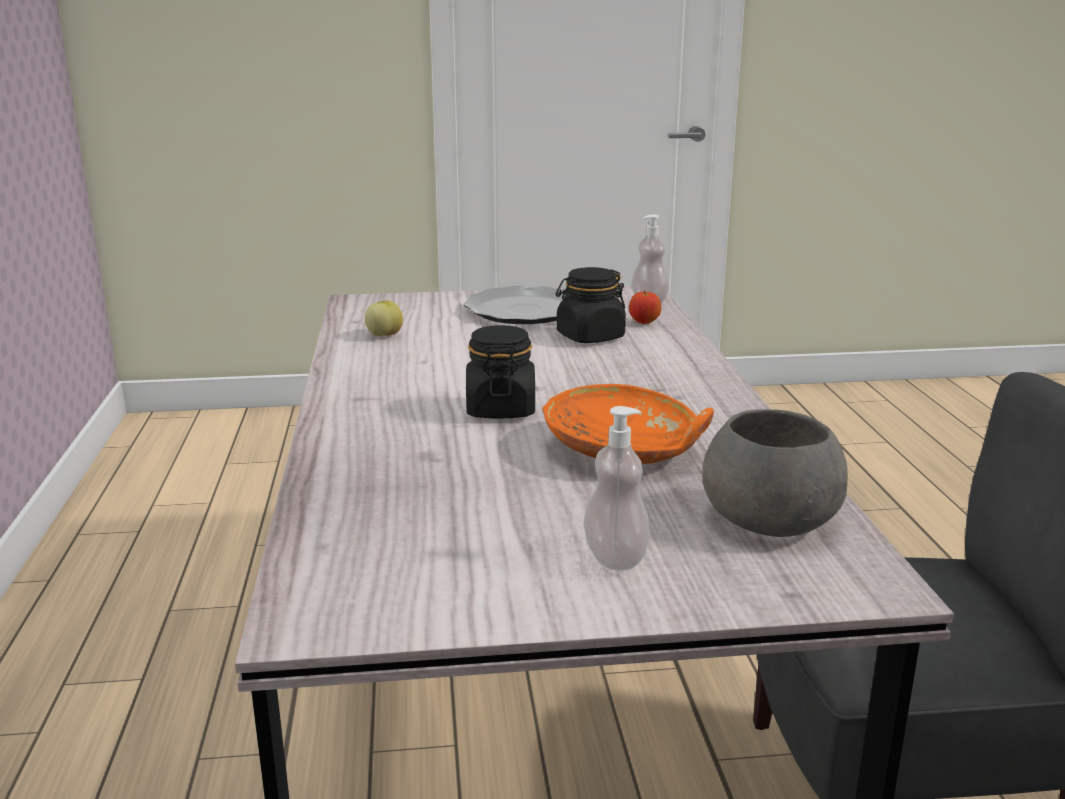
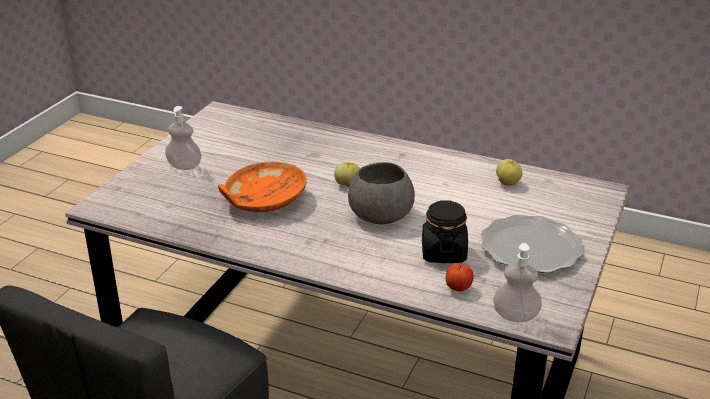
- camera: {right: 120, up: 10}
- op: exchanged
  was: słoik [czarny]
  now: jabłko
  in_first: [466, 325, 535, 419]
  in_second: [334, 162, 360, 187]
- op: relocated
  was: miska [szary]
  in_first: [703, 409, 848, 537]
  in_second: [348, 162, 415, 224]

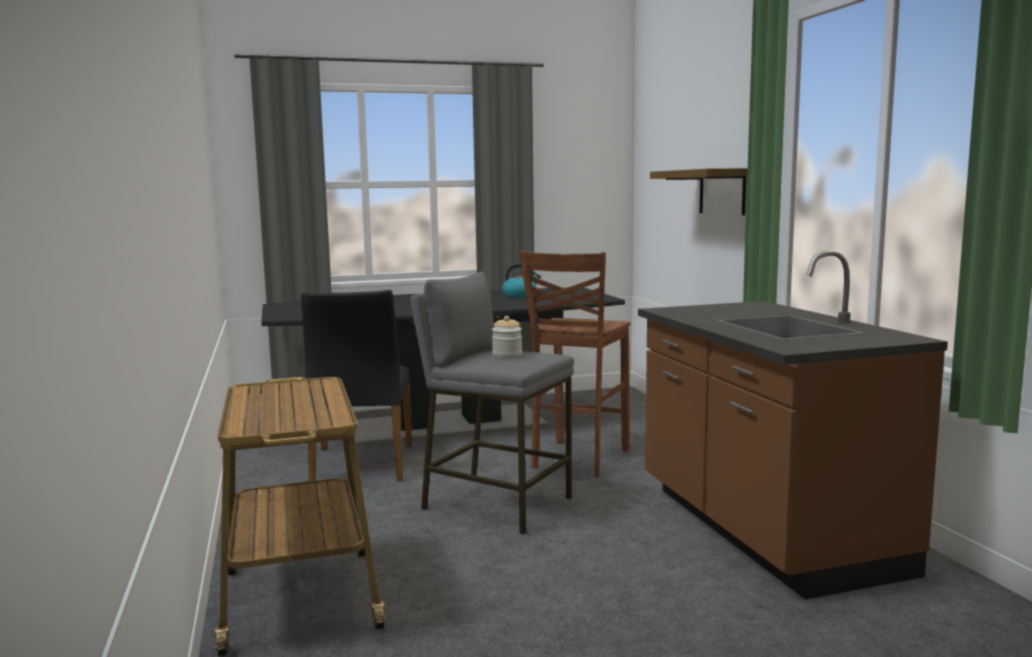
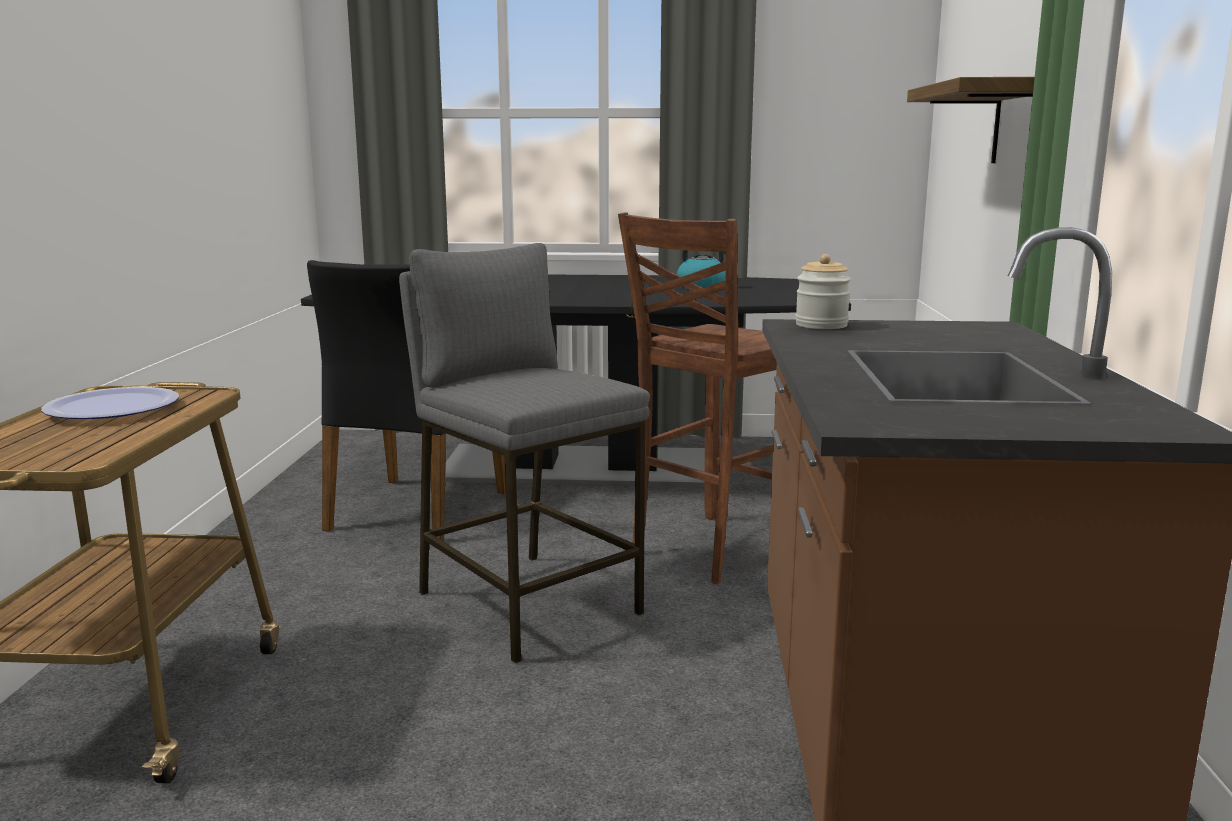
- camera: {right: 20, up: 5}
- op: relocated
  was: słoik
  in_first: [492, 316, 522, 358]
  in_second: [795, 254, 851, 329]
- op: appeared
  now: talerz
  in_second: [41, 387, 179, 419]

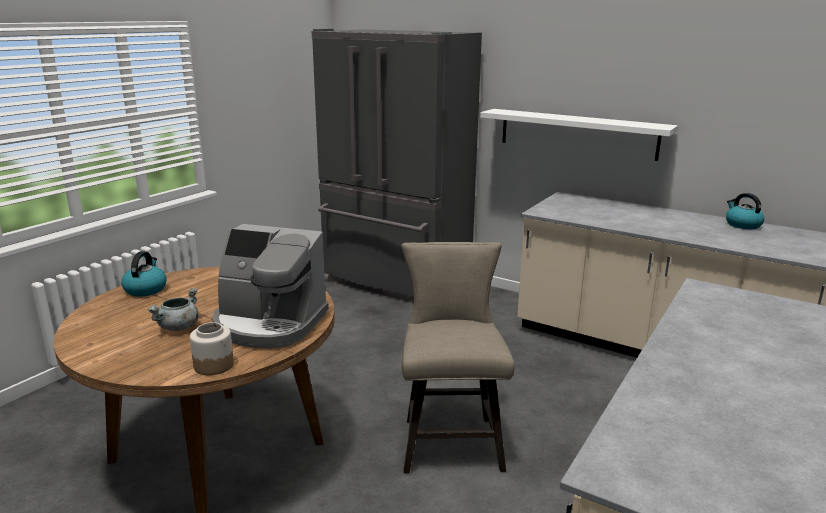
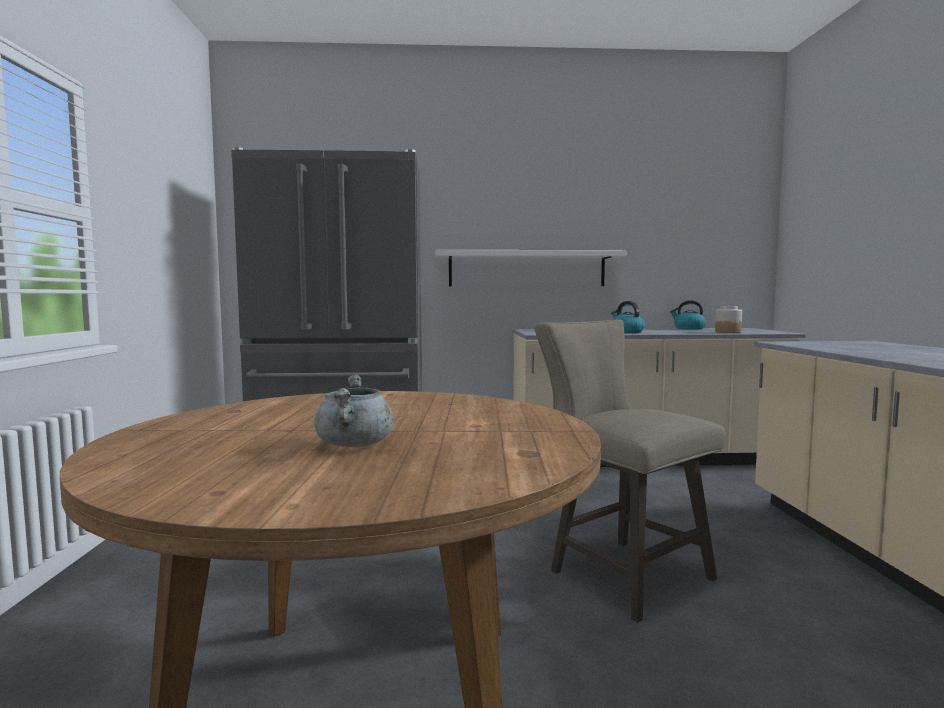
- camera: {right: -35, up: -15}
- op: relocated
  was: czajnik
  in_first: [121, 251, 167, 297]
  in_second: [611, 301, 645, 333]
- op: relocated
  was: słoik
  in_first: [190, 322, 234, 375]
  in_second: [715, 306, 742, 333]
- op: missing
  was: ekspres do kawy
  in_first: [212, 224, 329, 349]

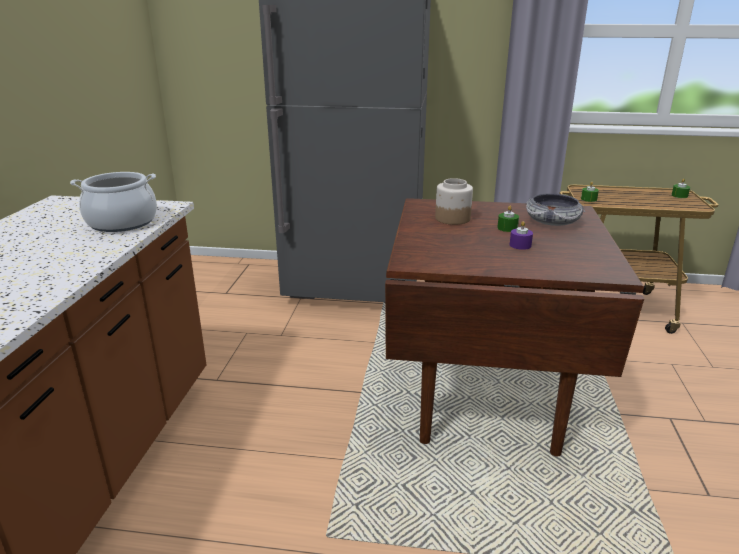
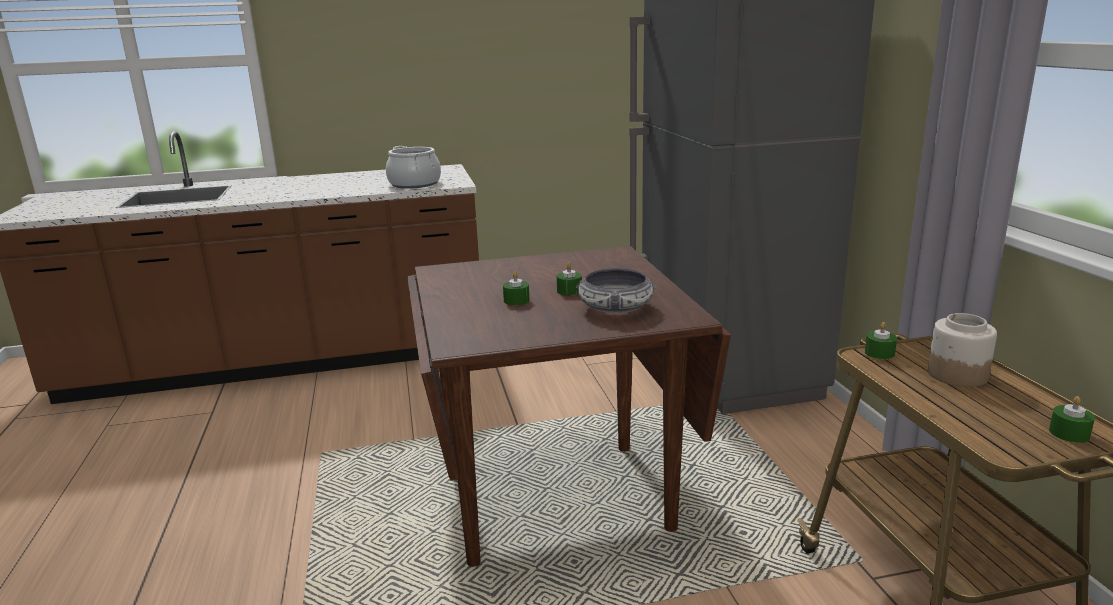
- camera: {right: 70, up: -5}
- op: relocated
  was: słoik
  in_first: [435, 178, 473, 225]
  in_second: [928, 313, 997, 387]
- op: colour
  was: świeca [fioletowy]
  now: świeca [zielony]
  in_first: [510, 221, 533, 250]
  in_second: [503, 271, 530, 305]

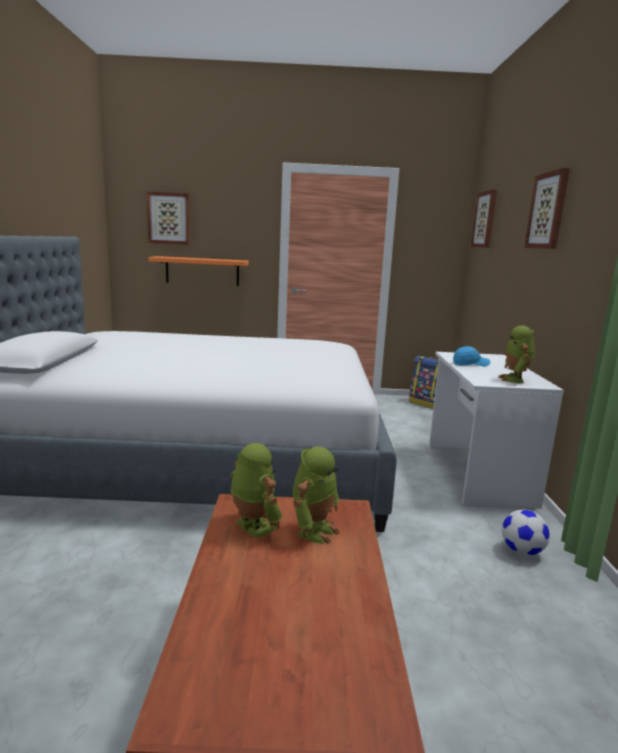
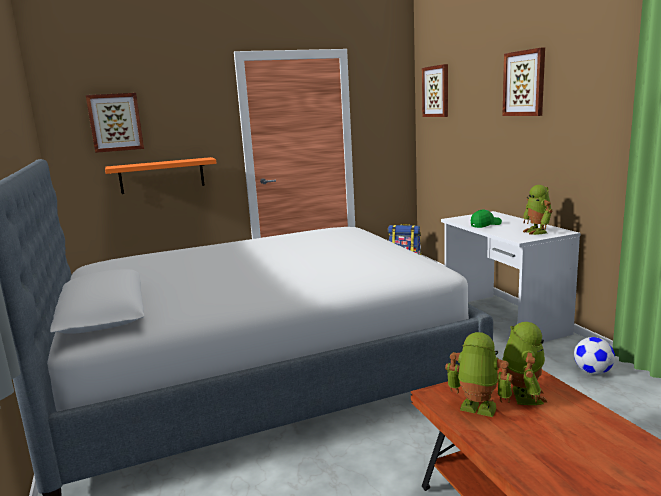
- camera: {right: -20, up: 0}
- op: colour
  was: czapka z daszkiem [niebieski]
  now: czapka z daszkiem [zielony]
  in_first: [453, 346, 490, 367]
  in_second: [471, 210, 502, 228]

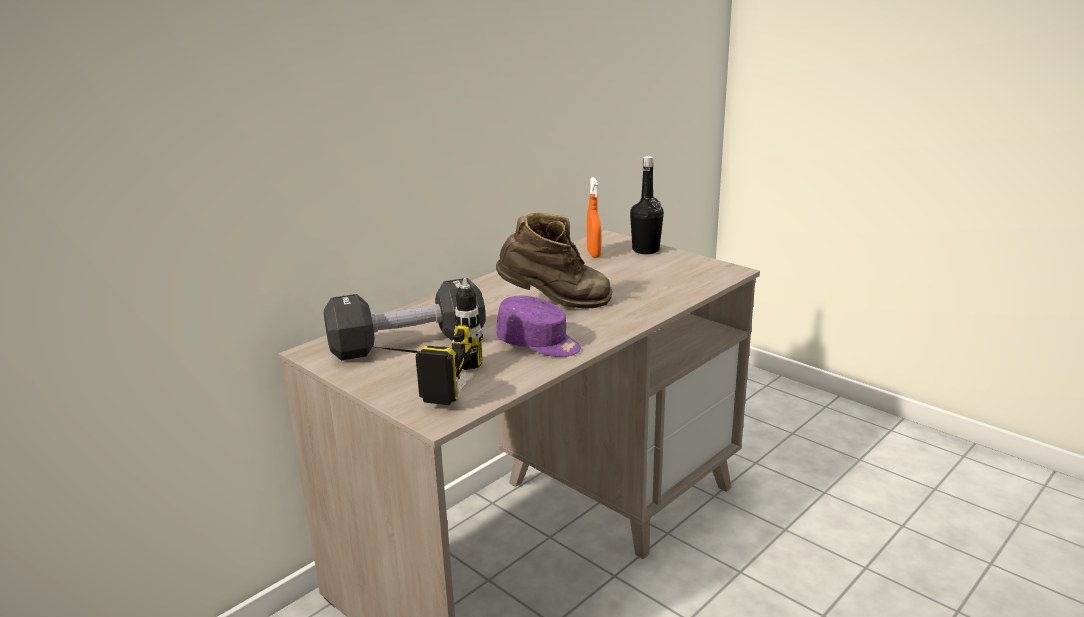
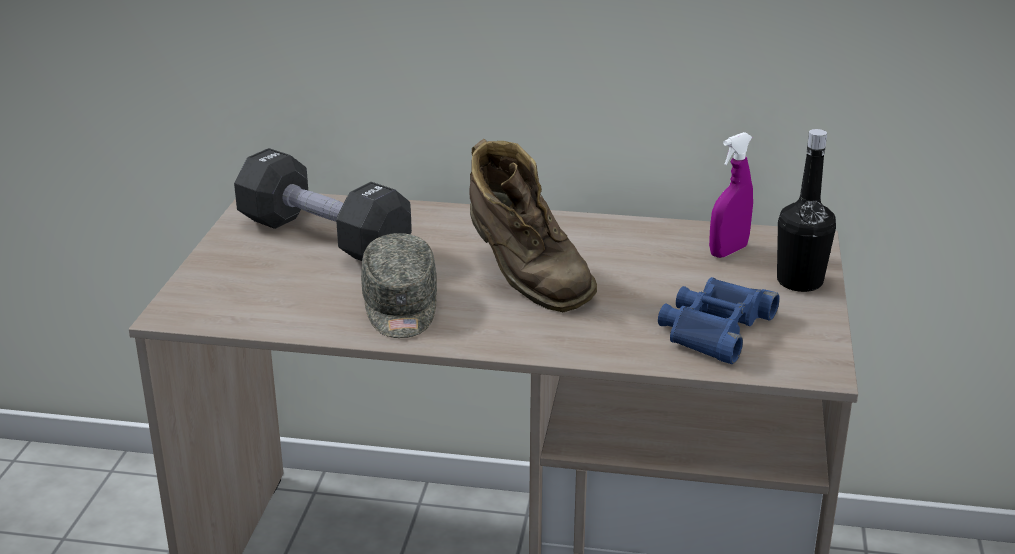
- camera: {right: 55, up: 5}
- op: missing
  was: wiertarka
  in_first: [369, 278, 483, 405]
- op: colour
  was: czapka z daszkiem [fioletowy]
  now: czapka z daszkiem [szary]
  in_first: [497, 295, 581, 357]
  in_second: [361, 233, 437, 338]
- op: colour
  was: spryskiwacz [pomarańczowy]
  now: spryskiwacz [fioletowy]
  in_first: [587, 177, 601, 258]
  in_second: [709, 132, 753, 258]
- op: appeared
  now: lornetka [niebieski]
  in_second: [658, 277, 780, 364]

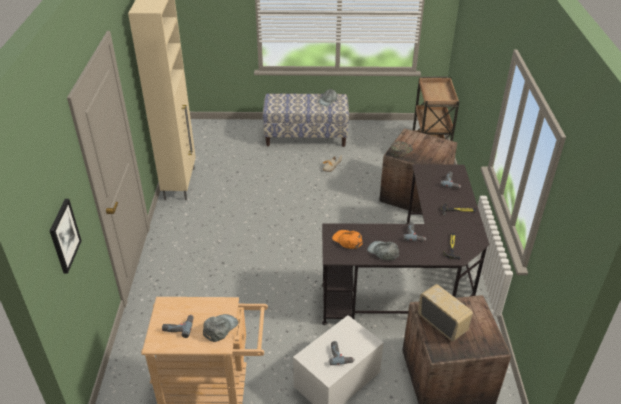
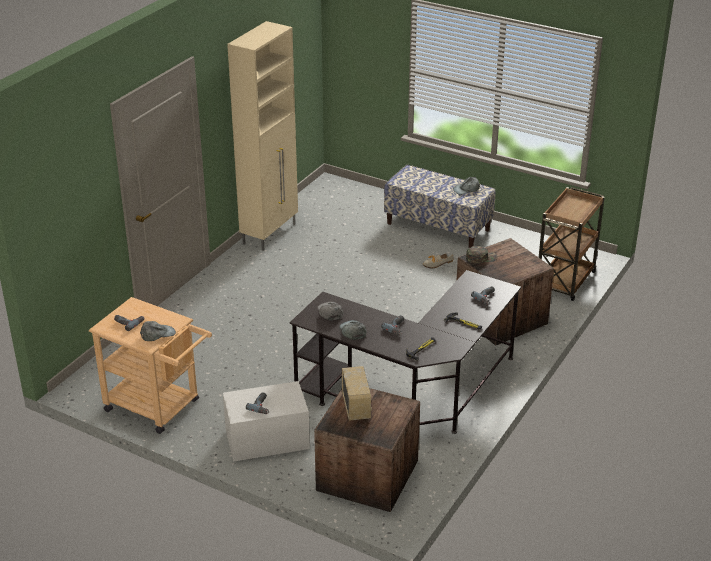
- camera: {right: 30, up: -5}
- op: missing
  was: obraz
  in_first: [50, 199, 82, 273]
- op: colour
  was: czapka z daszkiem [pomarańczowy]
  now: czapka z daszkiem [szary]
  in_first: [332, 230, 362, 249]
  in_second: [317, 302, 343, 320]

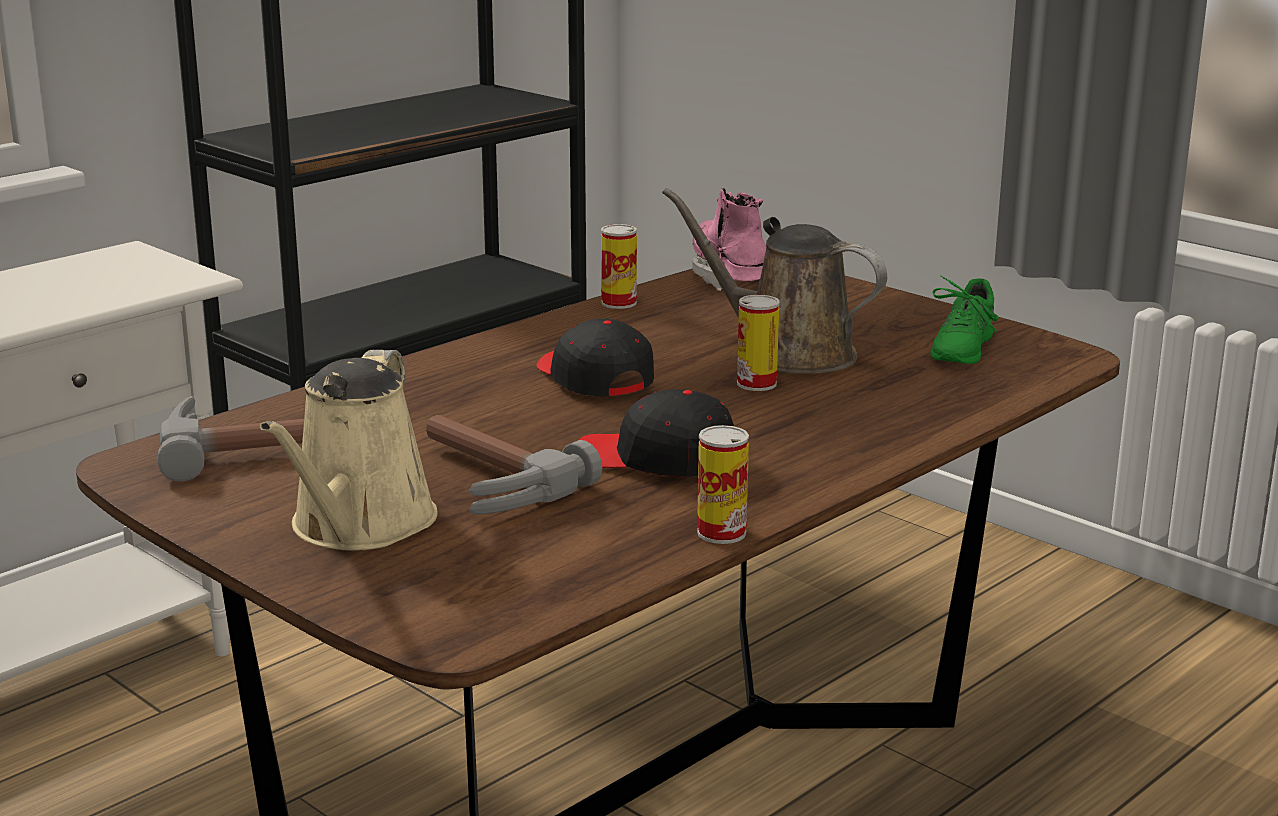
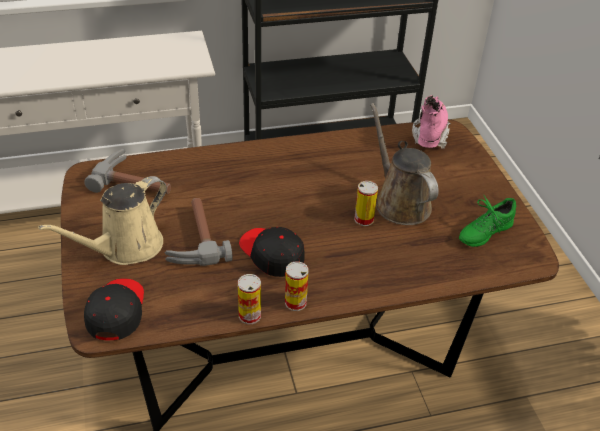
- camera: {right: 30, up: 20}
- op: relocated
  was: czapka z daszkiem [czarny]
  in_first: [536, 319, 654, 396]
  in_second: [84, 278, 144, 340]
- op: relocated
  was: puszka
  in_first: [601, 224, 637, 309]
  in_second: [285, 261, 309, 311]

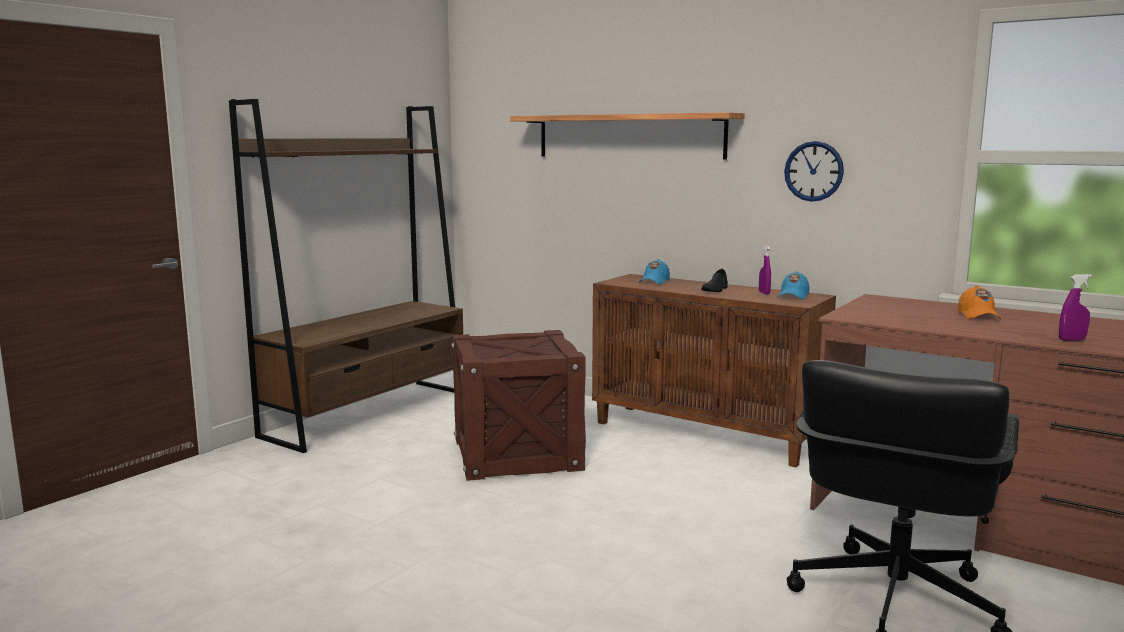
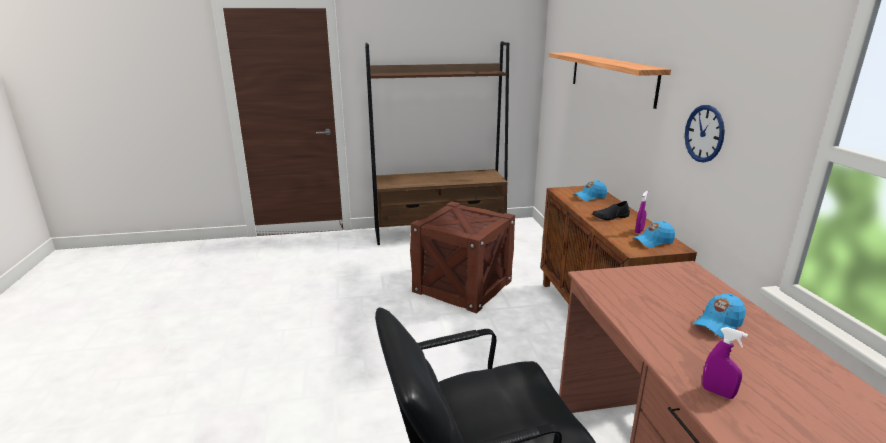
- camera: {right: 45, up: 10}
- op: colour
  was: czapka z daszkiem [pomarańczowy]
  now: czapka z daszkiem [niebieski]
  in_first: [958, 286, 1001, 320]
  in_second: [693, 294, 745, 338]

